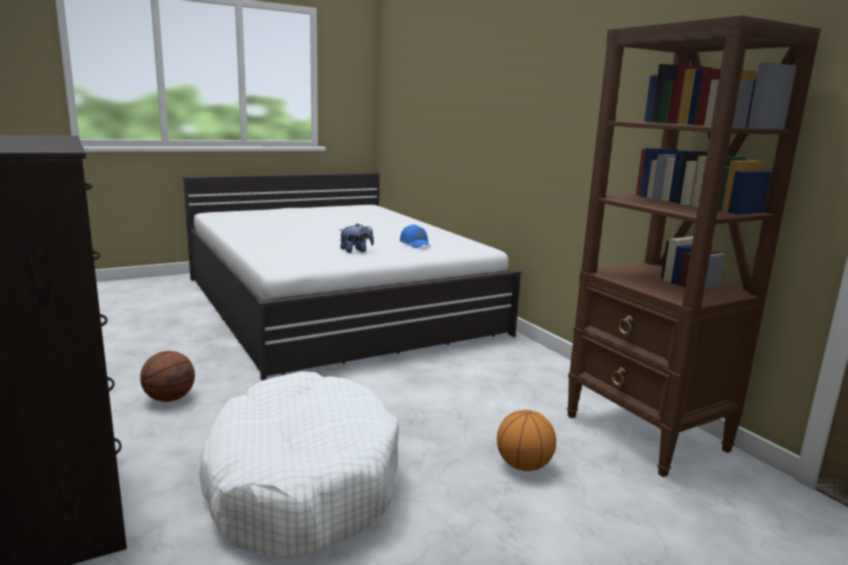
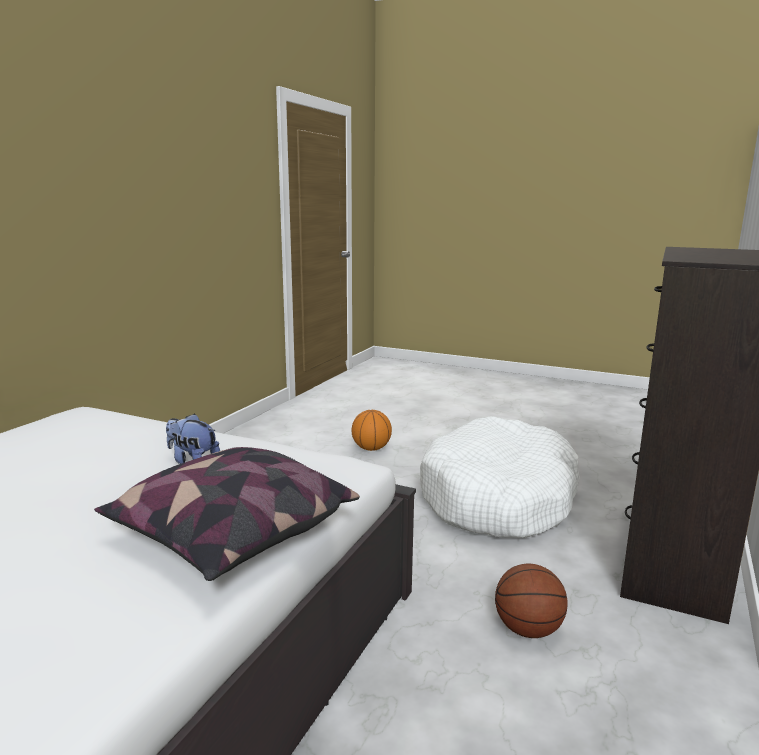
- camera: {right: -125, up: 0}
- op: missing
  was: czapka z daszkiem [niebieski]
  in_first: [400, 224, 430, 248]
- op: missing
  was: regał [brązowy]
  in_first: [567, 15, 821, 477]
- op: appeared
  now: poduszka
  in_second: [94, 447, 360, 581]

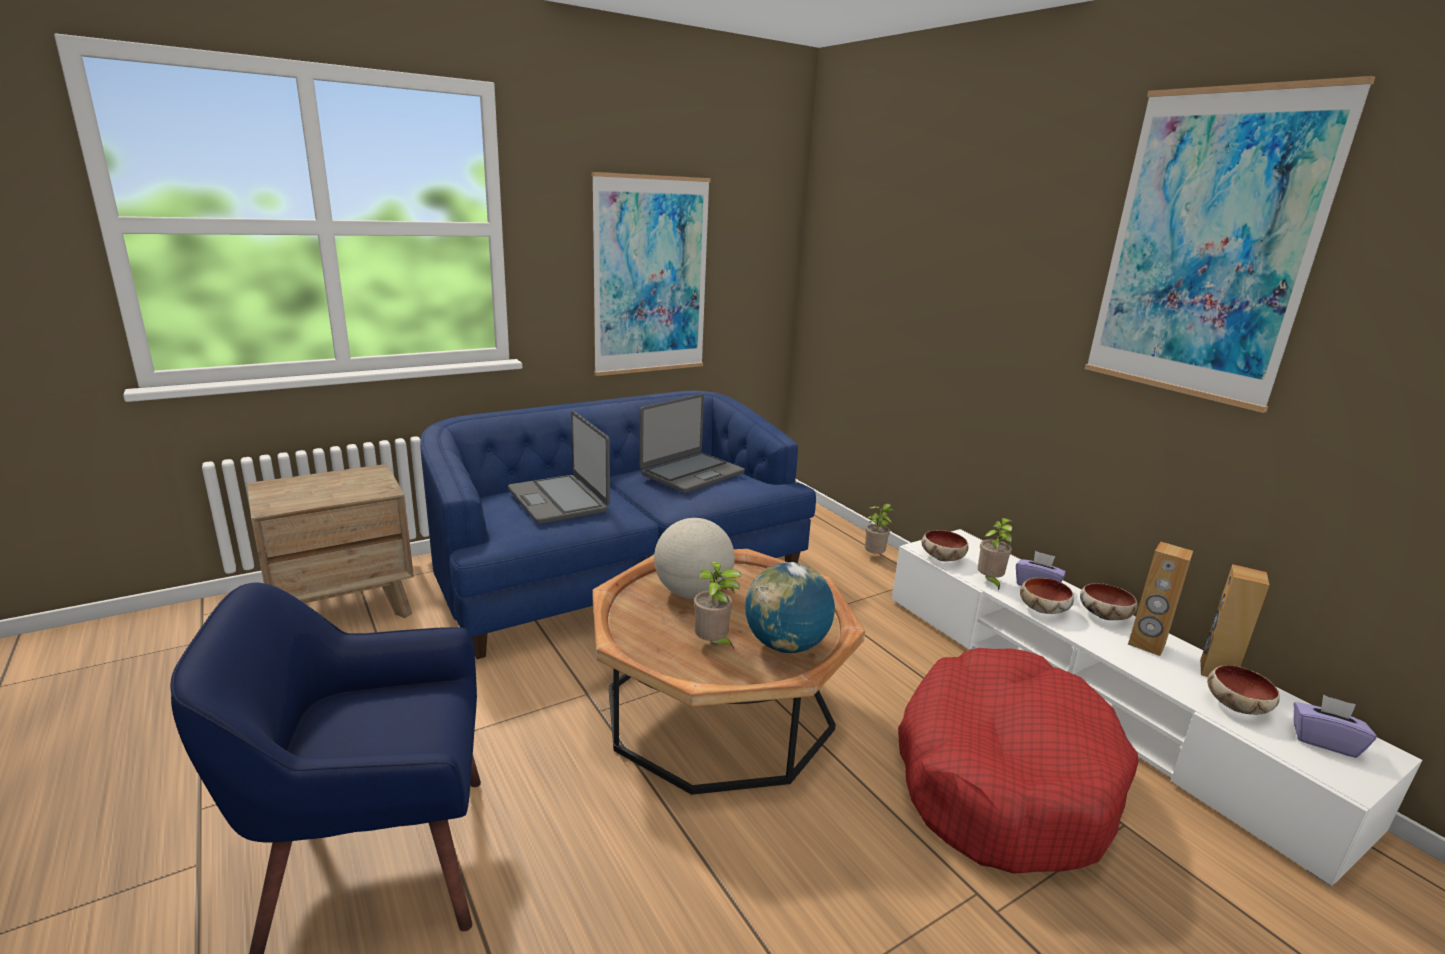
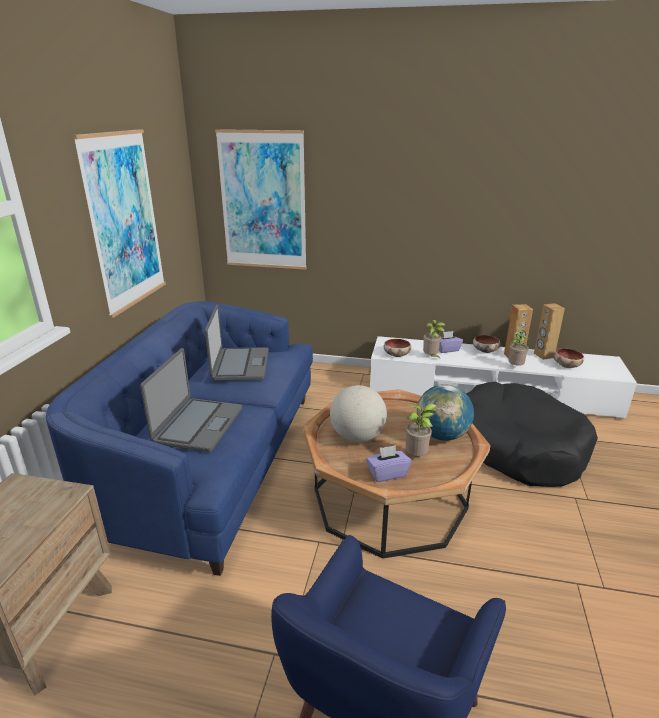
- camera: {right: -45, up: 5}
- op: spun
  was: laptop
  in_first: [508, 411, 610, 524]
  in_second: [140, 348, 242, 452]
  clockwise: -90
- op: relocated
  was: roślina doniczkowa
  in_first: [865, 504, 894, 554]
  in_second: [508, 326, 529, 366]
- op: colour
  was: legowisko [czerwony]
  now: legowisko [czarny]
  in_first: [898, 648, 1139, 874]
  in_second: [466, 382, 598, 487]
- op: missing
  was: miska
  in_first: [1020, 578, 1074, 614]
- op: relocated
  was: obraz
  in_first: [1085, 76, 1375, 413]
  in_second: [215, 129, 307, 270]
- op: relocated
  was: pudełko chusteczek [fioletowy]
  in_first: [1293, 695, 1377, 758]
  in_second: [366, 445, 411, 482]

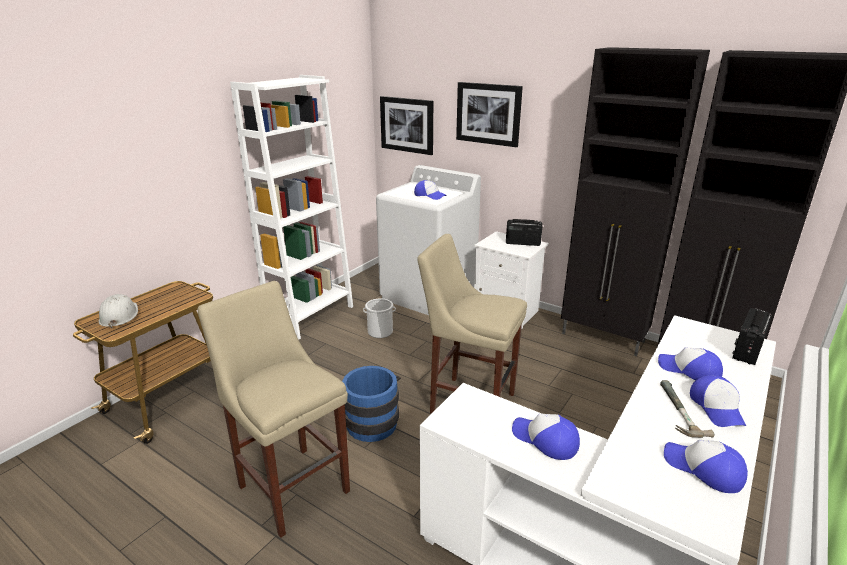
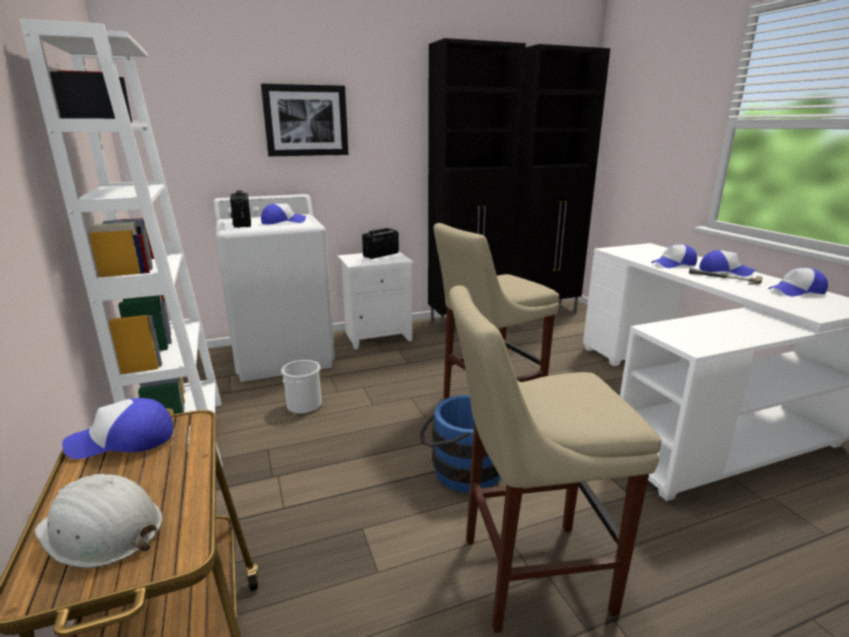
- camera: {right: -55, up: -5}
- op: missing
  was: obraz
  in_first: [380, 96, 433, 155]
- op: relocated
  was: czapka z daszkiem
  in_first: [512, 413, 580, 460]
  in_second: [62, 398, 173, 459]
- op: relocated
  was: radio
  in_first: [732, 308, 772, 365]
  in_second: [230, 190, 251, 228]

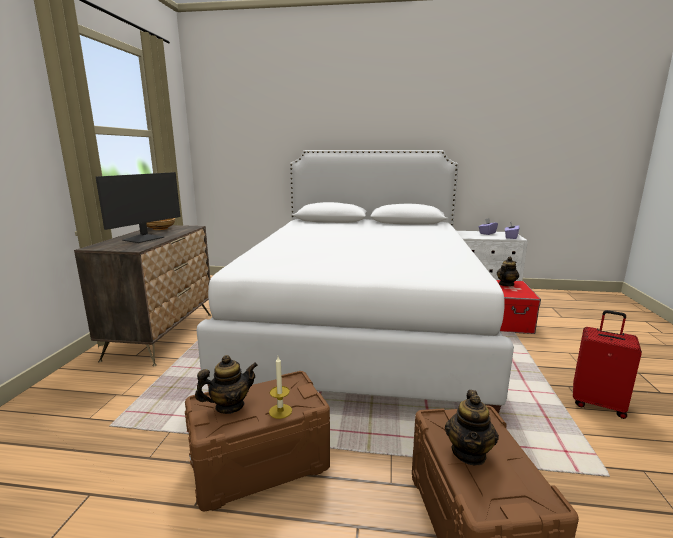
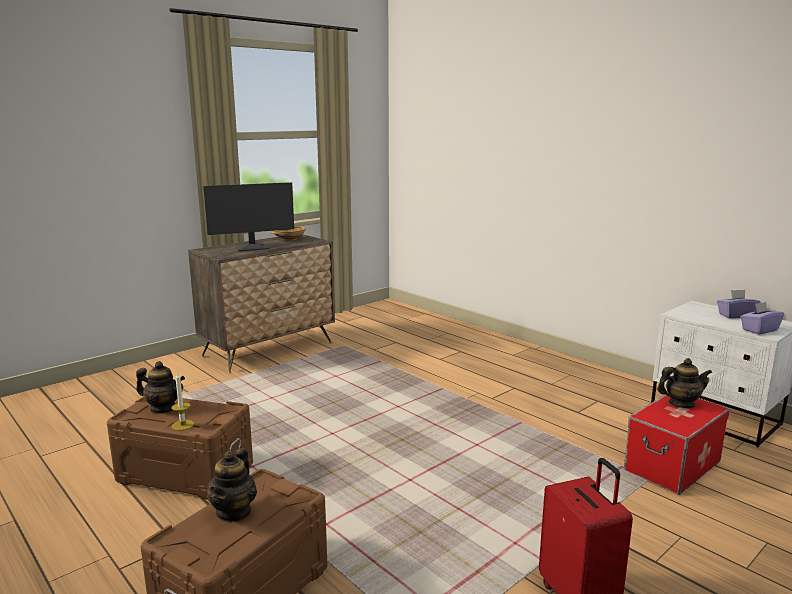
- camera: {right: 40, up: 0}
- op: missing
  was: łóżko [biały]
  in_first: [197, 150, 514, 414]
- op: spun
  was: imbryk
  in_first: [445, 390, 499, 466]
  in_second: [206, 448, 257, 523]
  clockwise: -45

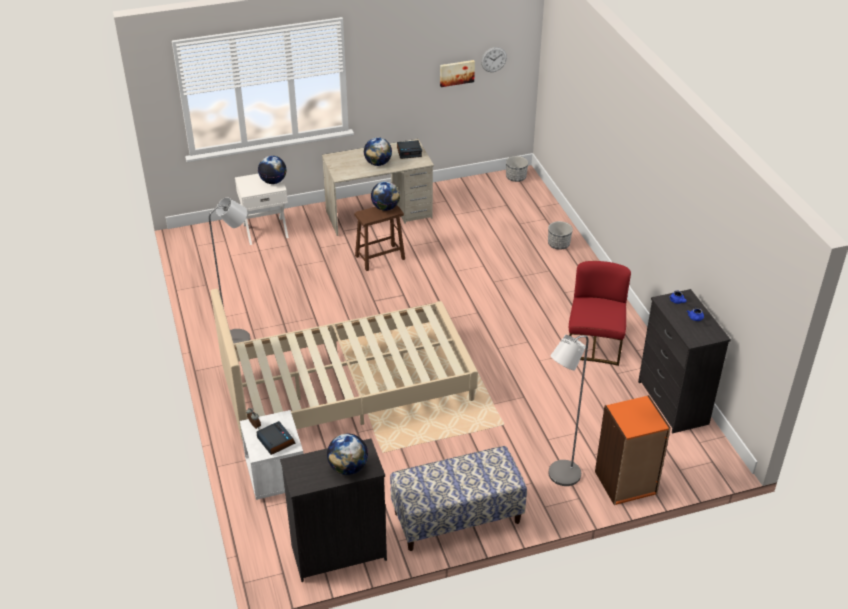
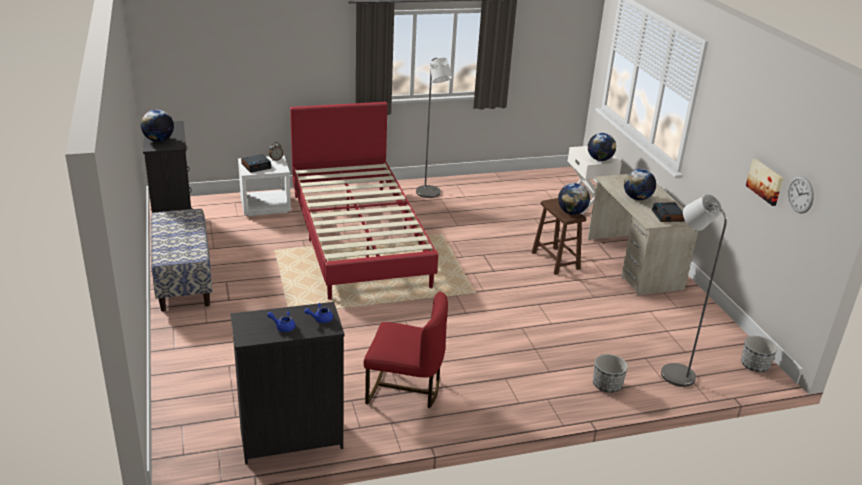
- camera: {right: 90, up: -10}
- op: colour
  was: łóżko [beżowy]
  now: łóżko [czerwony]
  in_first: [211, 289, 478, 441]
  in_second: [290, 102, 438, 300]
- op: relocated
  was: lampa stojąca [szary]
  in_first: [548, 335, 589, 486]
  in_second: [661, 194, 727, 387]
- op: missing
  was: regał [pomarańczowy]
  in_first: [595, 395, 671, 505]

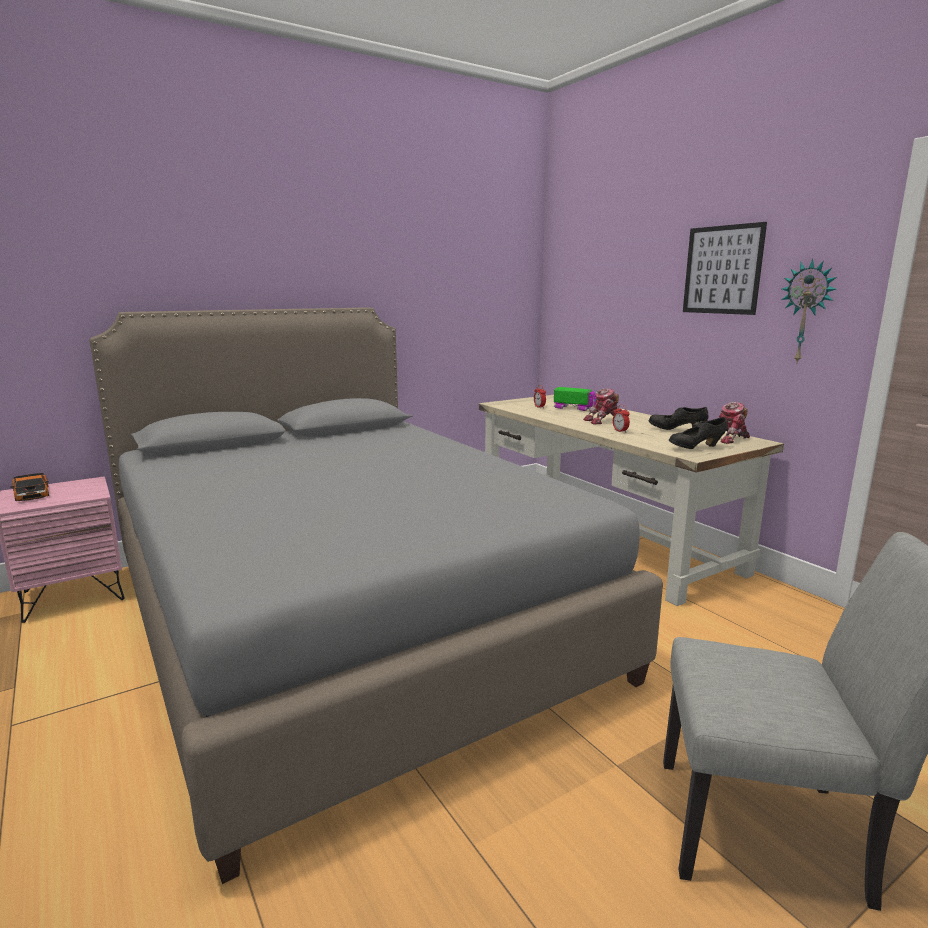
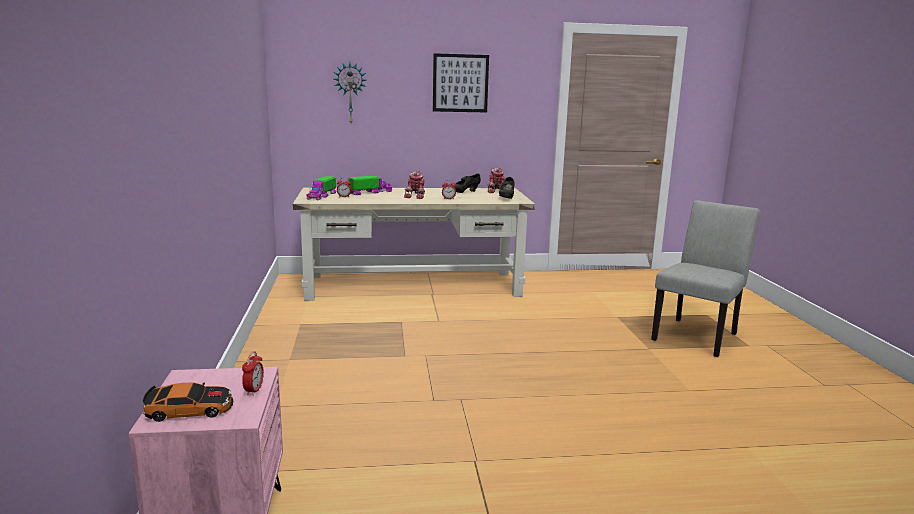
- camera: {right: -65, up: 0}
- op: missing
  was: łóżko [szary]
  in_first: [90, 307, 663, 884]
- op: relocated
  was: zegar ścienny
  in_first: [781, 259, 837, 363]
  in_second: [334, 63, 366, 123]
- op: appeared
  now: budzik
  in_second: [242, 351, 264, 396]
- op: appeared
  now: ciężarówka zabawkowa
  in_second: [307, 176, 336, 200]

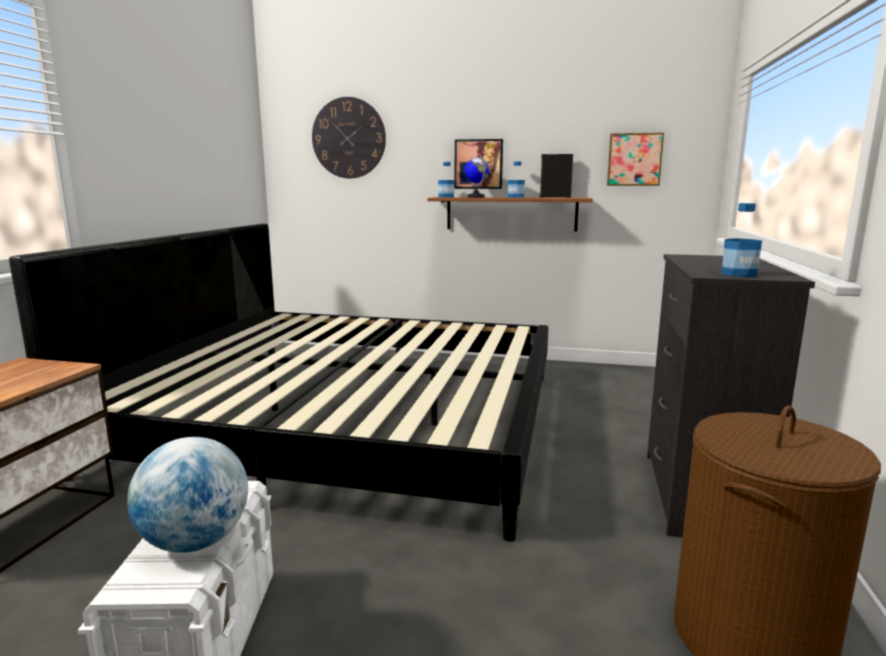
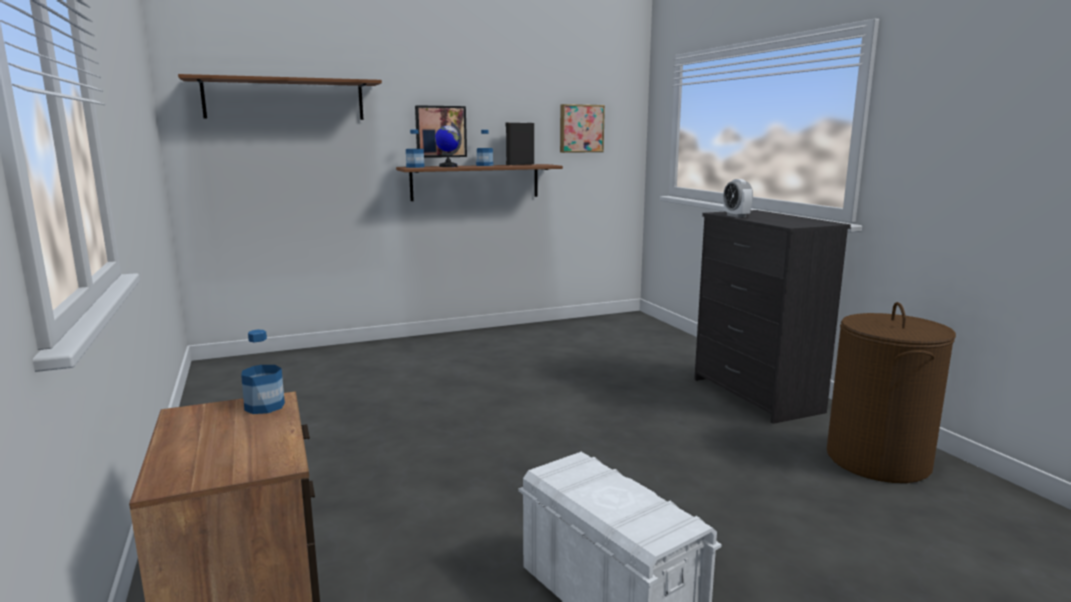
- camera: {right: -35, up: 0}
- op: missing
  was: łóżko
  in_first: [9, 224, 548, 542]
- op: missing
  was: globus
  in_first: [127, 437, 248, 553]
- op: exchanged
  was: zegar ścienny
  now: półka [brązowy]
  in_first: [312, 97, 386, 178]
  in_second: [178, 74, 382, 120]
- op: relocated
  was: butelka
  in_first: [722, 203, 762, 277]
  in_second: [241, 330, 285, 414]
- op: appeared
  now: budzik
  in_second: [723, 179, 753, 218]

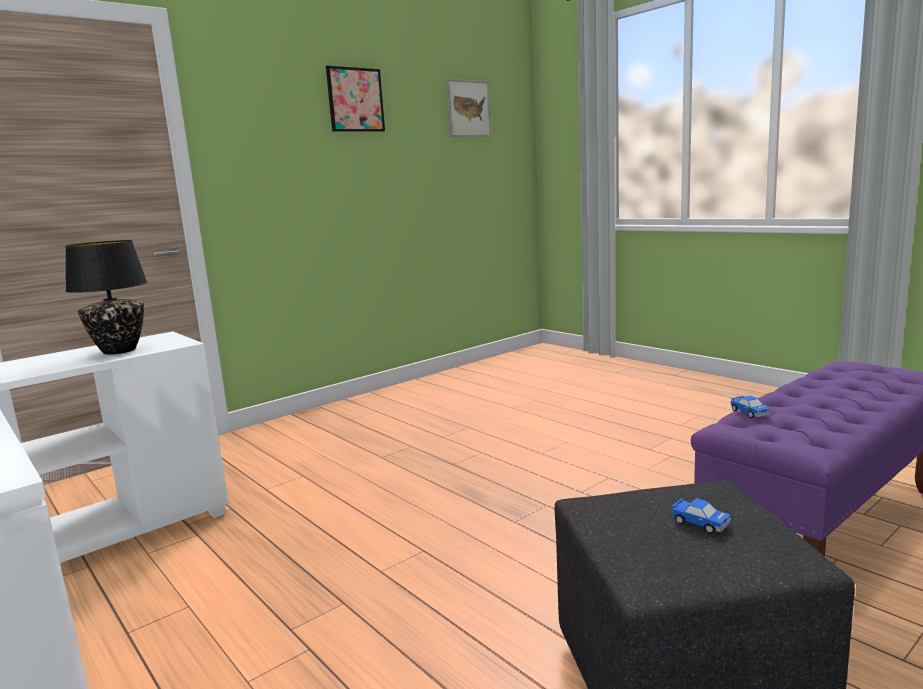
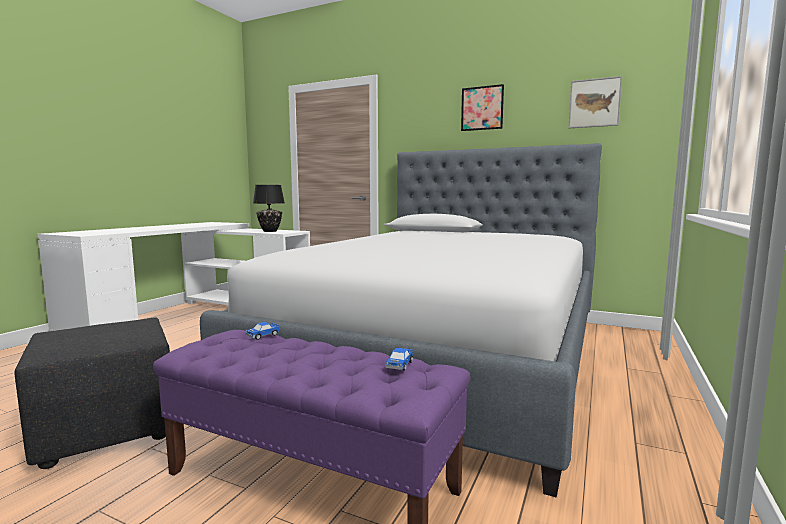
- camera: {right: 65, up: -5}
- op: relocated
  was: samochodzik
  in_first: [672, 498, 731, 534]
  in_second: [385, 348, 413, 371]
- op: appeared
  now: łóżko
  in_second: [200, 143, 602, 498]

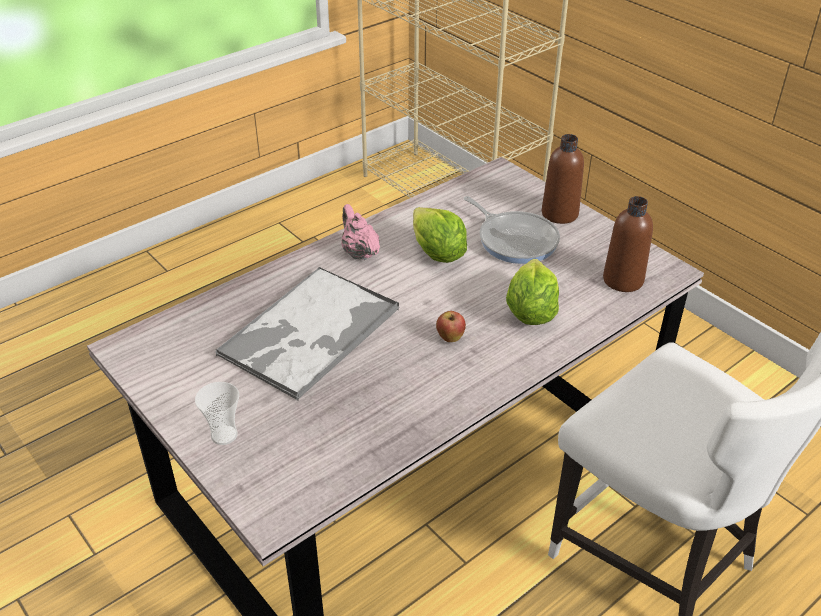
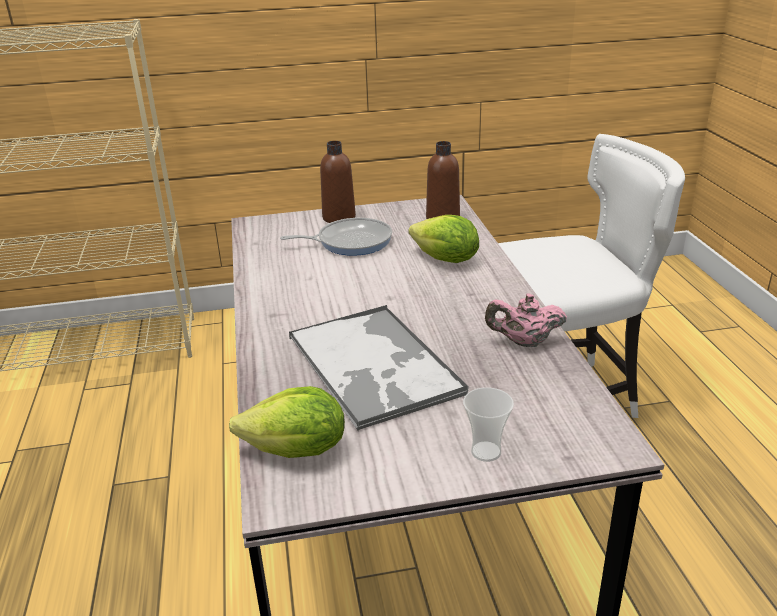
- camera: {right: -60, up: -10}
- op: relocated
  was: imbryk [różowy]
  in_first: [341, 204, 380, 260]
  in_second: [485, 294, 567, 347]
- op: relocated
  was: sałata
  in_first: [413, 207, 467, 263]
  in_second: [229, 386, 345, 458]
- op: missing
  was: jabłko
  in_first: [436, 311, 466, 342]

